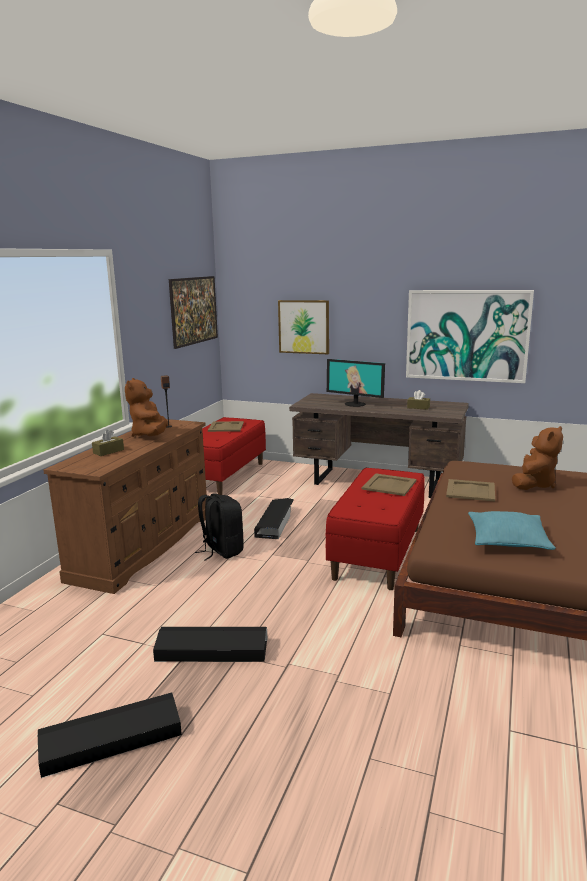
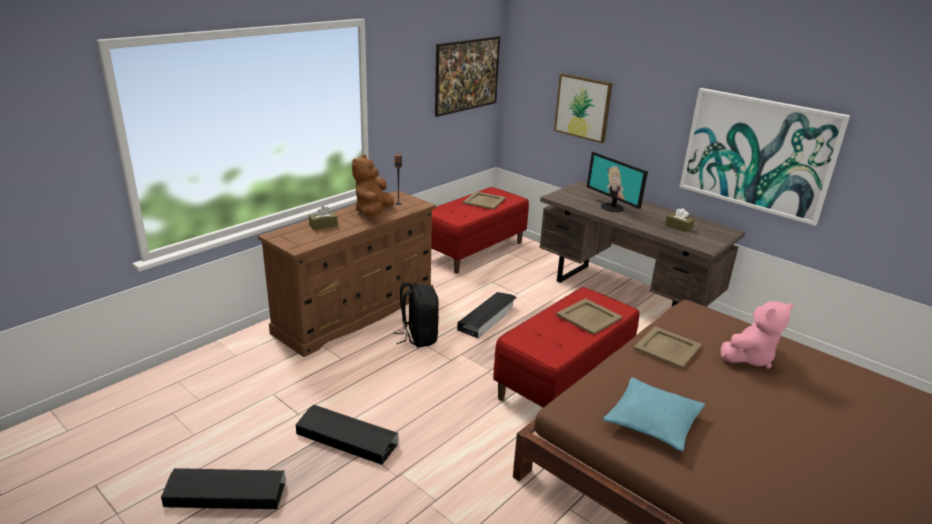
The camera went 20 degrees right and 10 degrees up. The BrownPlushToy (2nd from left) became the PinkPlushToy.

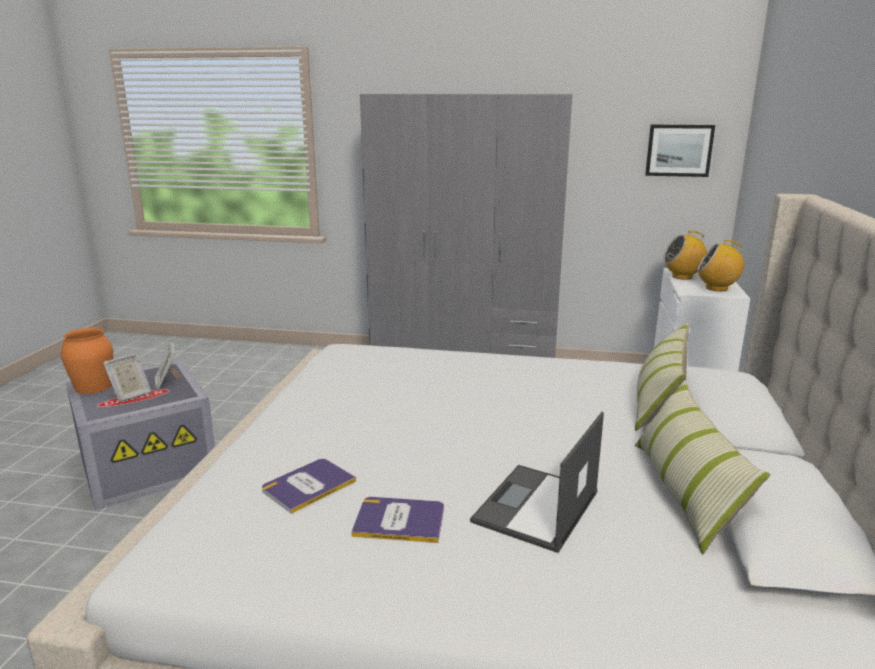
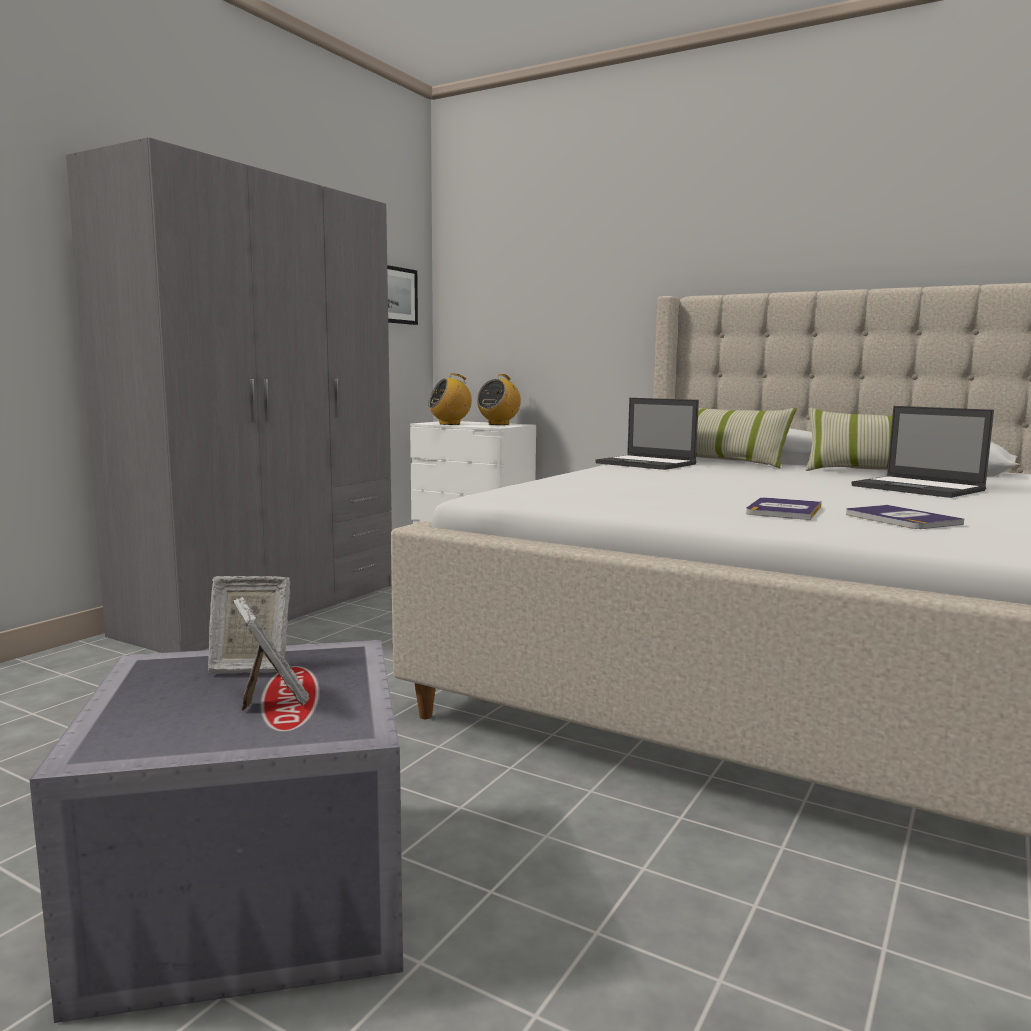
The camera went 70 degrees left and 10 degrees down. The Radio (1st from left) turned 45 degrees clockwise. The OrangeVase disappeared. The Book (2nd from left in the first image) moved. The Laptop (1st from left) appeared.

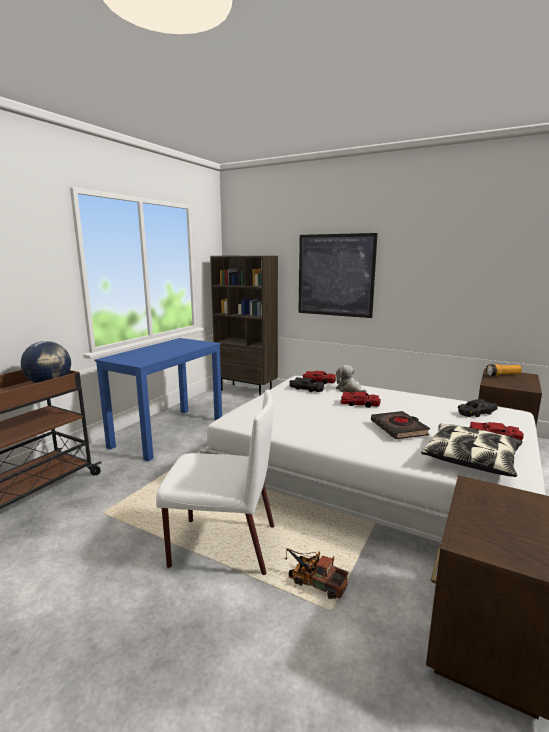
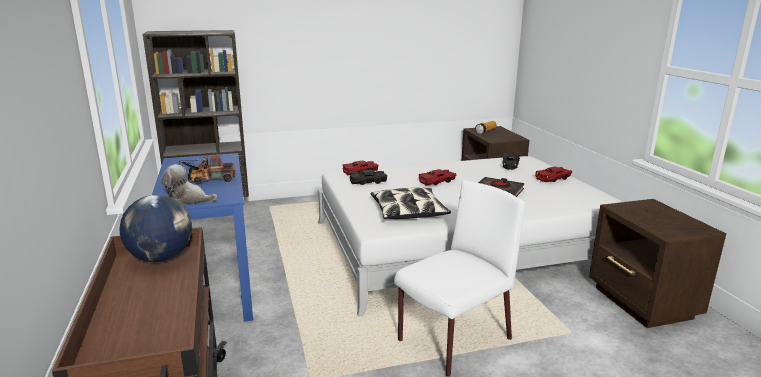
The camera went 45 degrees left and 5 degrees up. The Picture disappeared. The PlushToy moved. The Pillow moved. The ToyTruck moved.

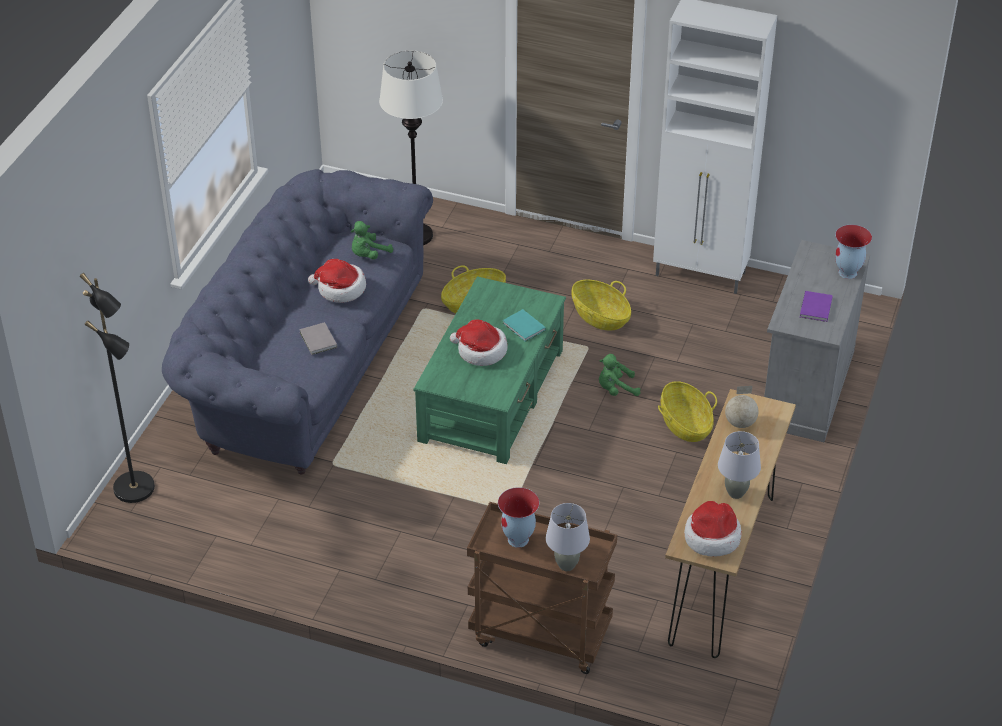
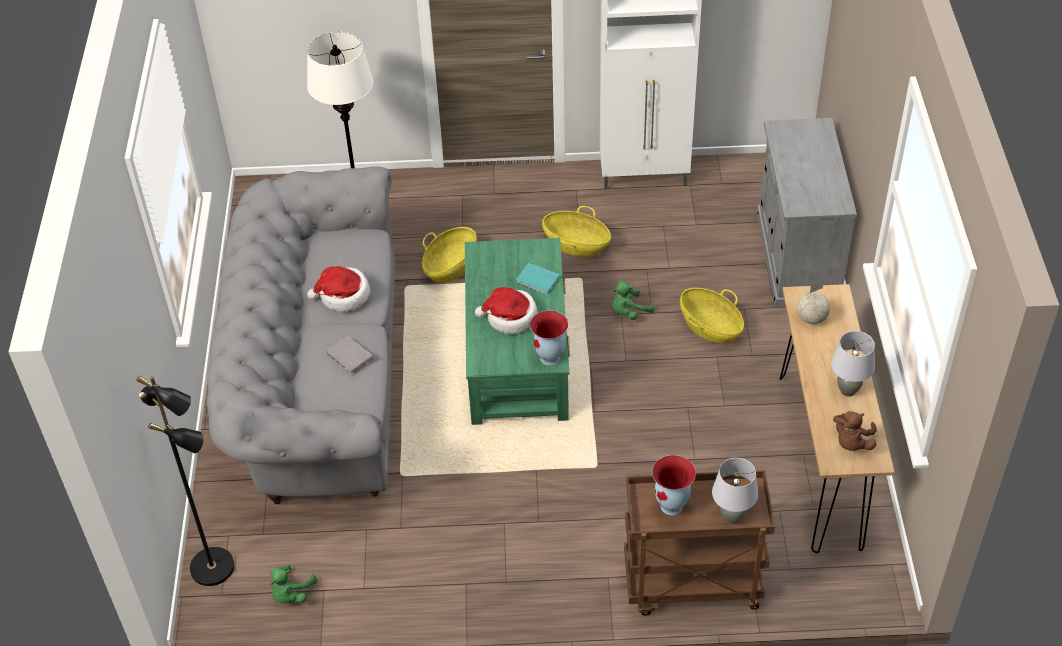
The camera went 20 degrees left and 5 degrees up. The BlueSofa became the GreySofa. The GreenPlushToy (1st from left) moved. The Vase (2nd from left in the first image) moved. The PurpleBook disappeared. The Hat (3rd from left) was replaced by the BrownPlushToy.

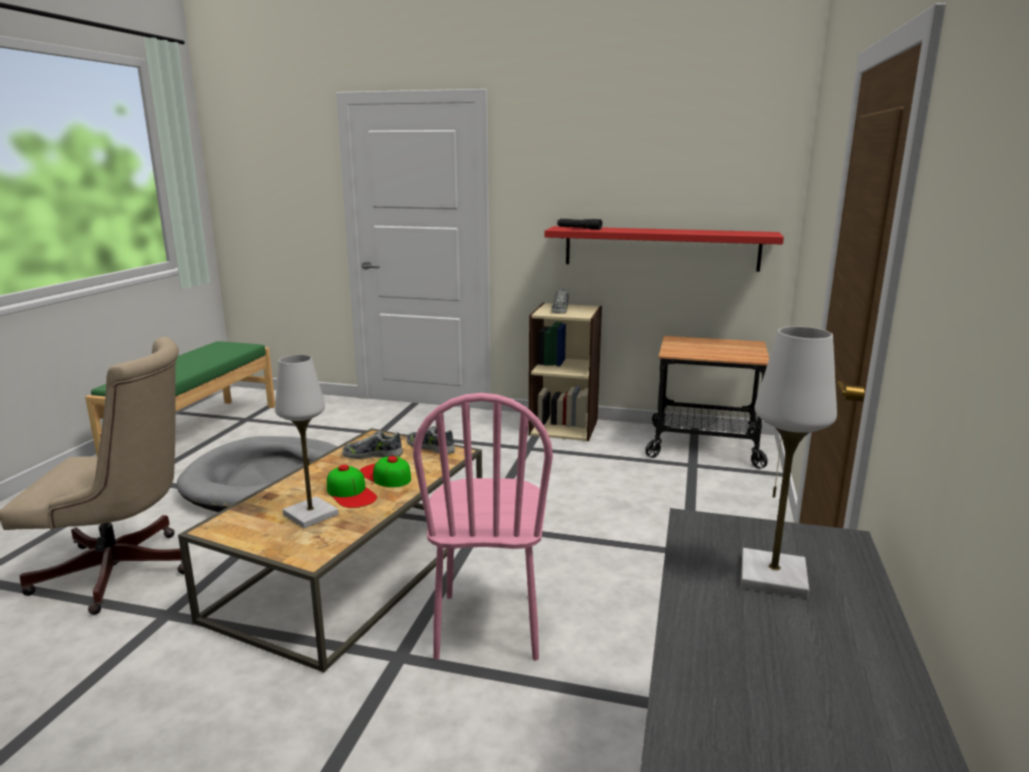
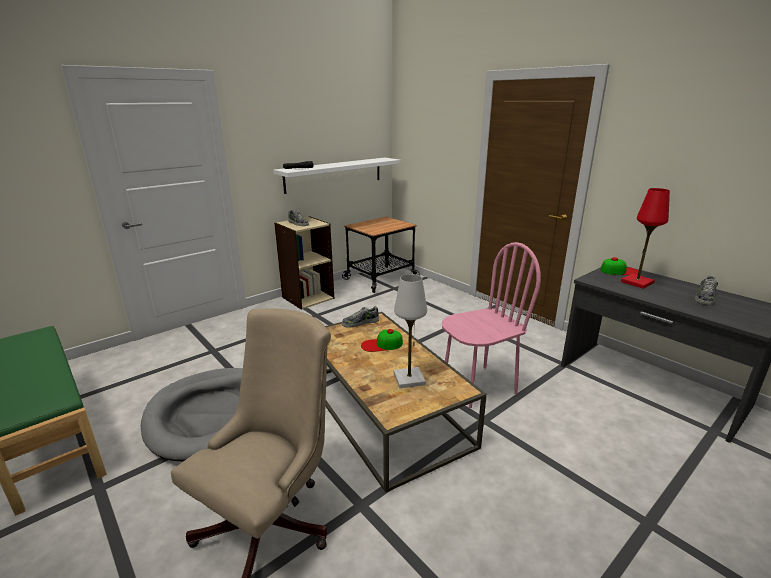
The camera went 55 degrees left and 5 degrees up. The RedShelf became the WhiteShelf. The WhiteTableLamp (2nd from left) became the RedTableLamp. The PinkChair turned 60 degrees counterclockwise. The Shoe (1st from left in the first image) moved. The Cap (1st from left in the first image) moved.

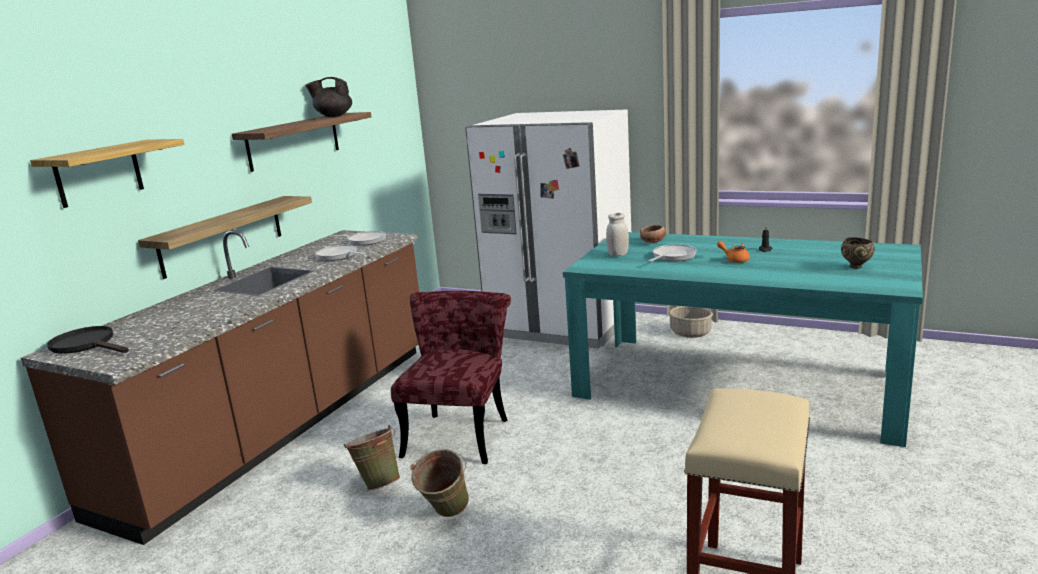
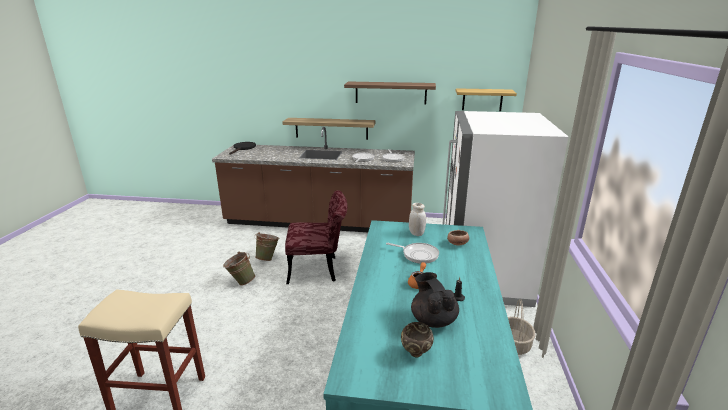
The camera went 70 degrees right and 5 degrees up. The BlackTeapot moved. The Shelf (1st from left in the first image) moved.

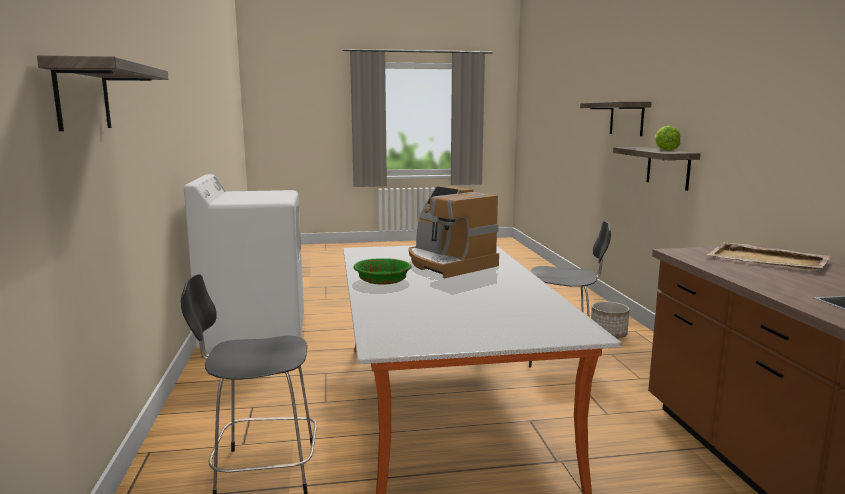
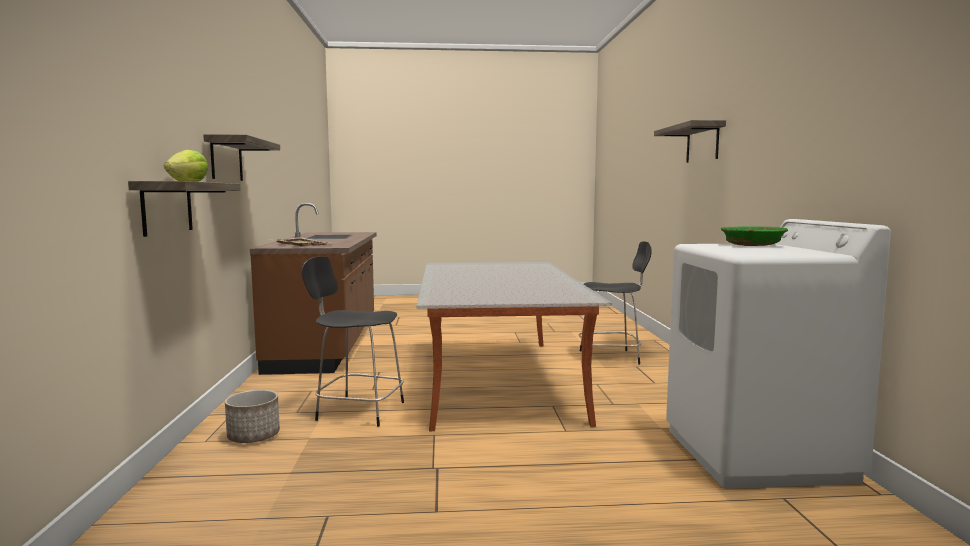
The camera went 175 degrees left and 5 degrees down. The Shelf (2nd from left) moved. The CoffeeMachine disappeared. The GreenBowl moved.

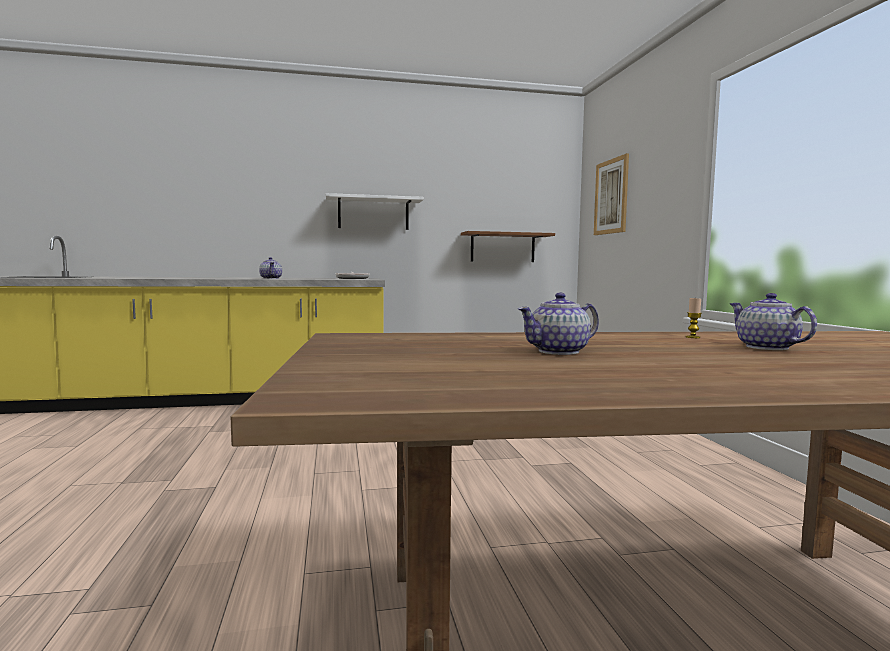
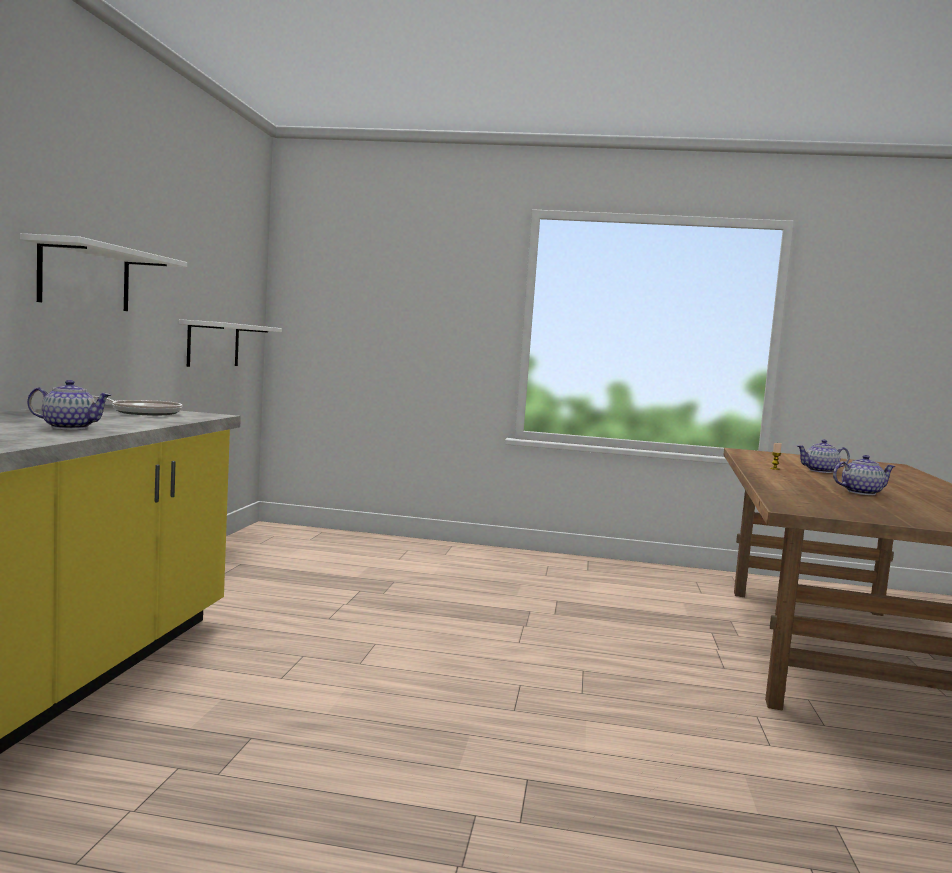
The camera went 70 degrees left and 0 degrees up. The Picture disappeared. The BrownShelf became the WhiteShelf (2nd from left). The Teapot (2nd from left in the first image) turned 90 degrees counterclockwise.

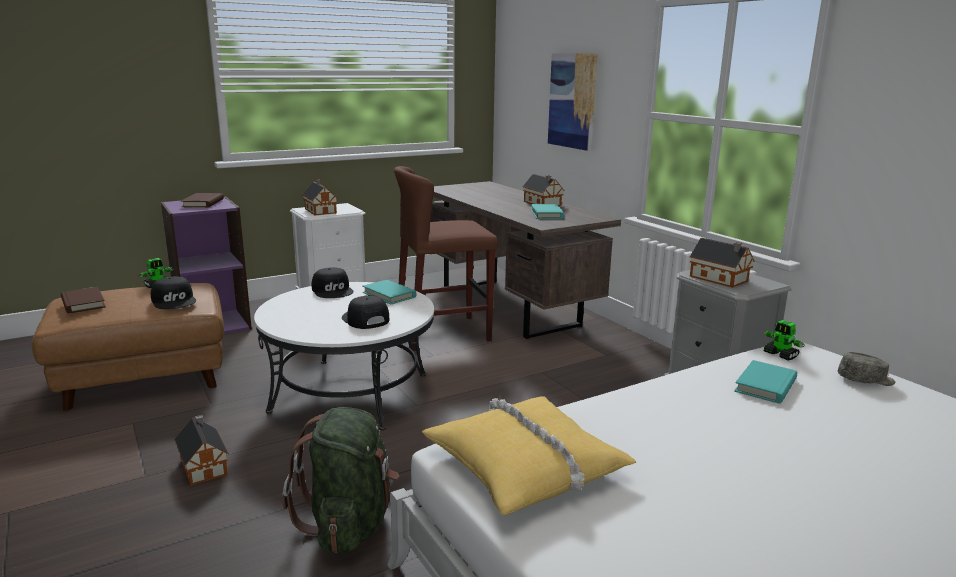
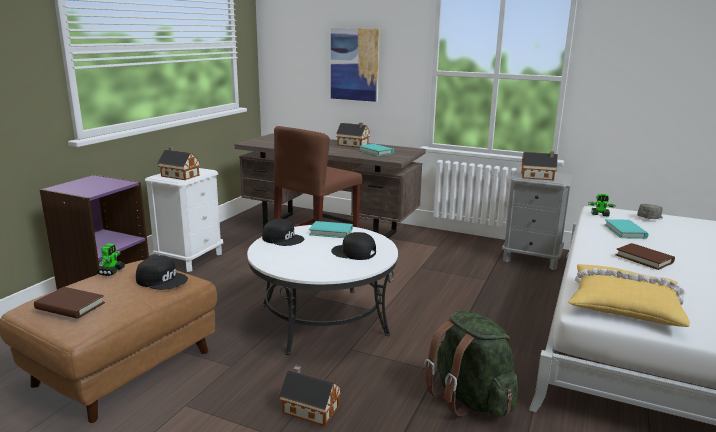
The camera went 35 degrees left and 0 degrees up. The BrownBook (2nd from left) moved.

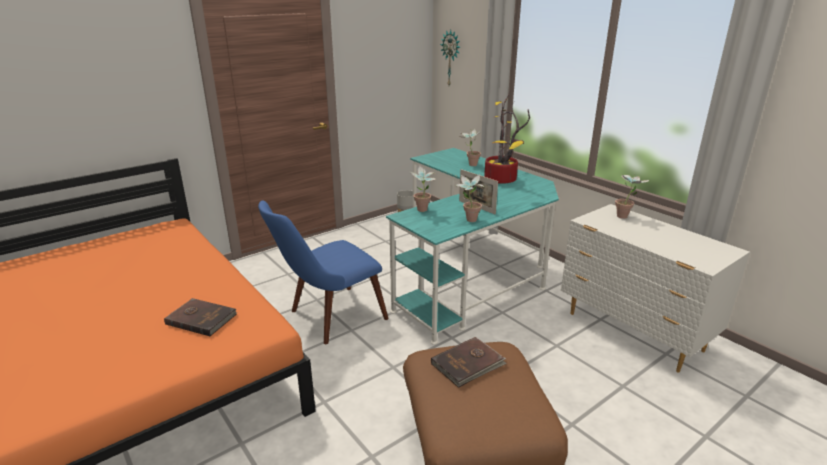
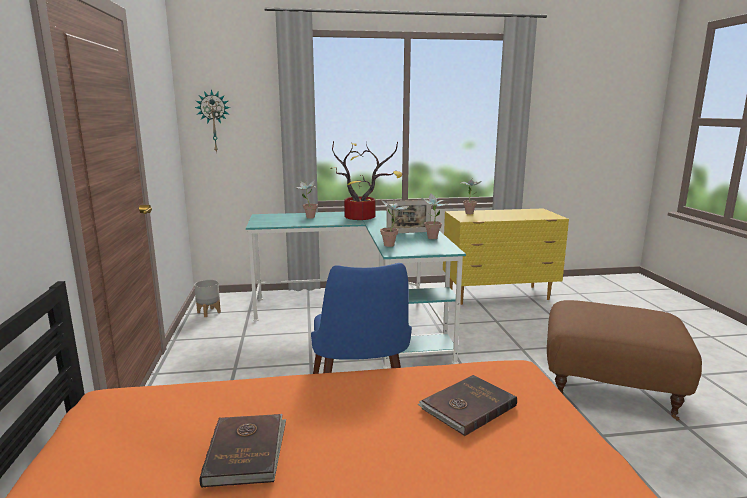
The camera went 60 degrees left and 10 degrees down. The WhiteDresser became the YellowDresser. The BrownBook (2nd from left in the first image) moved.

